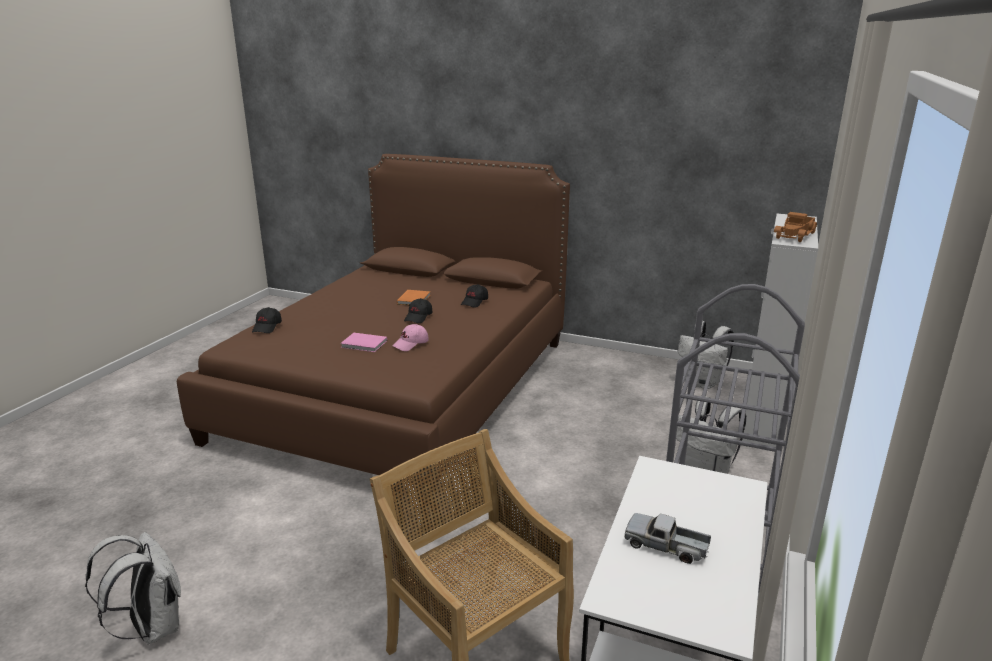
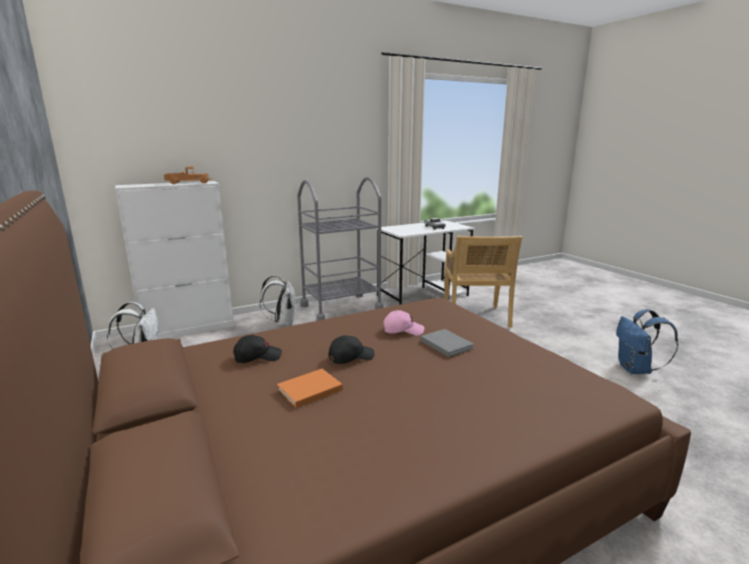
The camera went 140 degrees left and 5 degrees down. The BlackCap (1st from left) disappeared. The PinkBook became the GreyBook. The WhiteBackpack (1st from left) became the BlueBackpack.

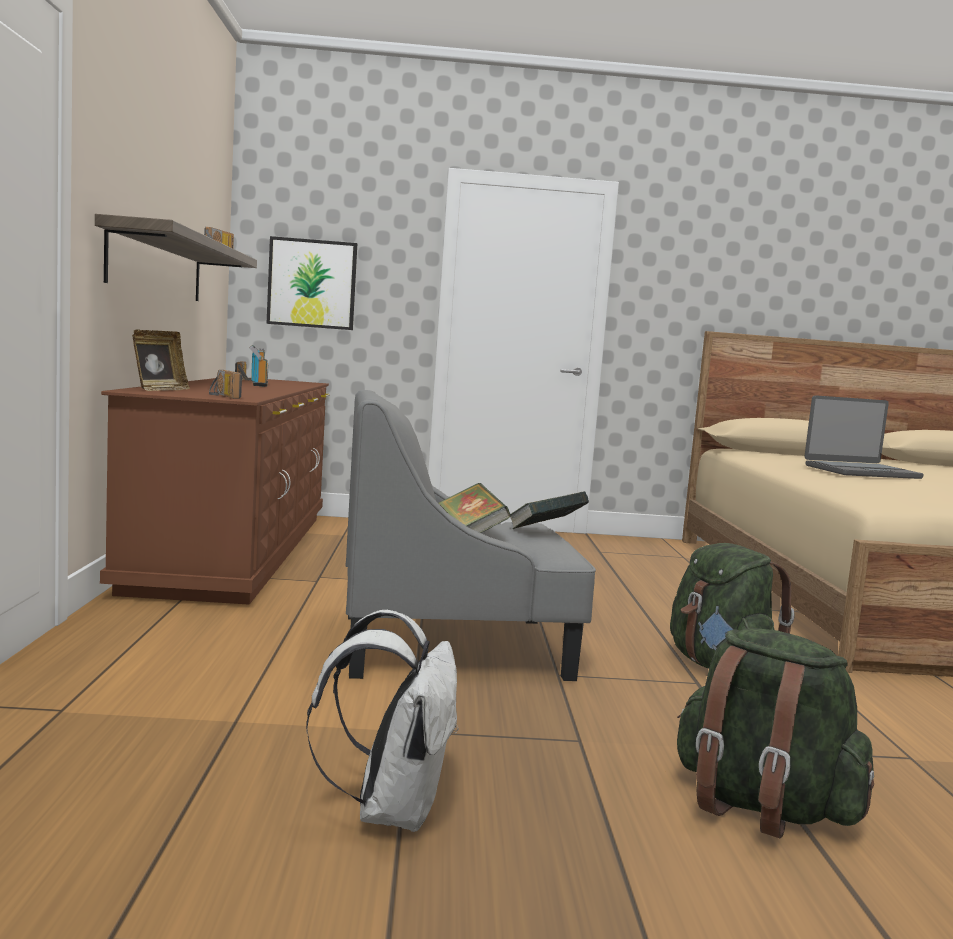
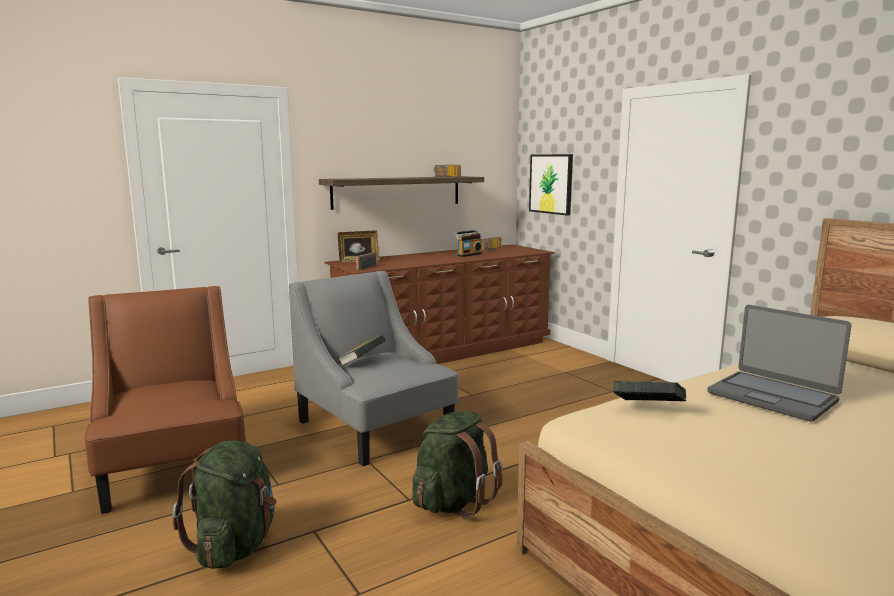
The camera went 60 degrees right and 5 degrees up. The Book (2nd from left) moved. The WhiteBackpack was replaced by the BrownArmchair.

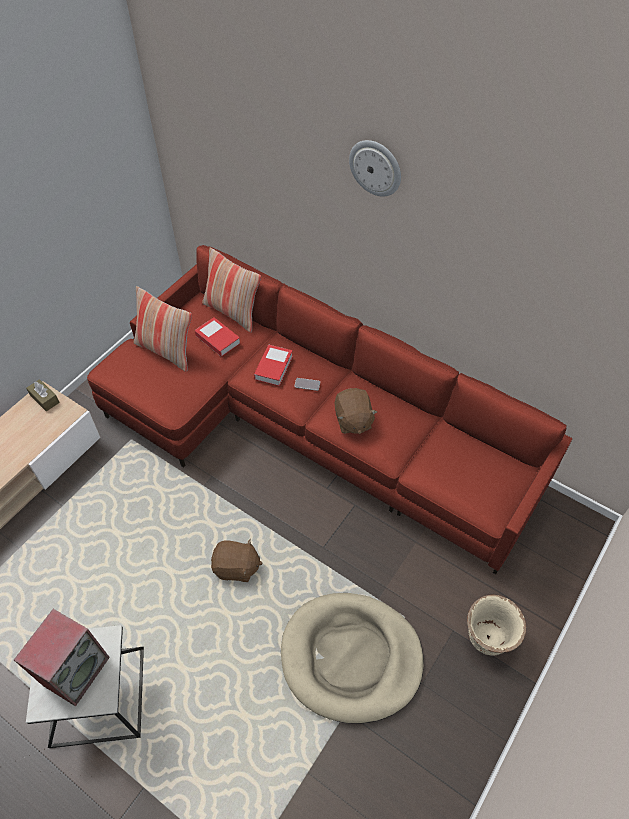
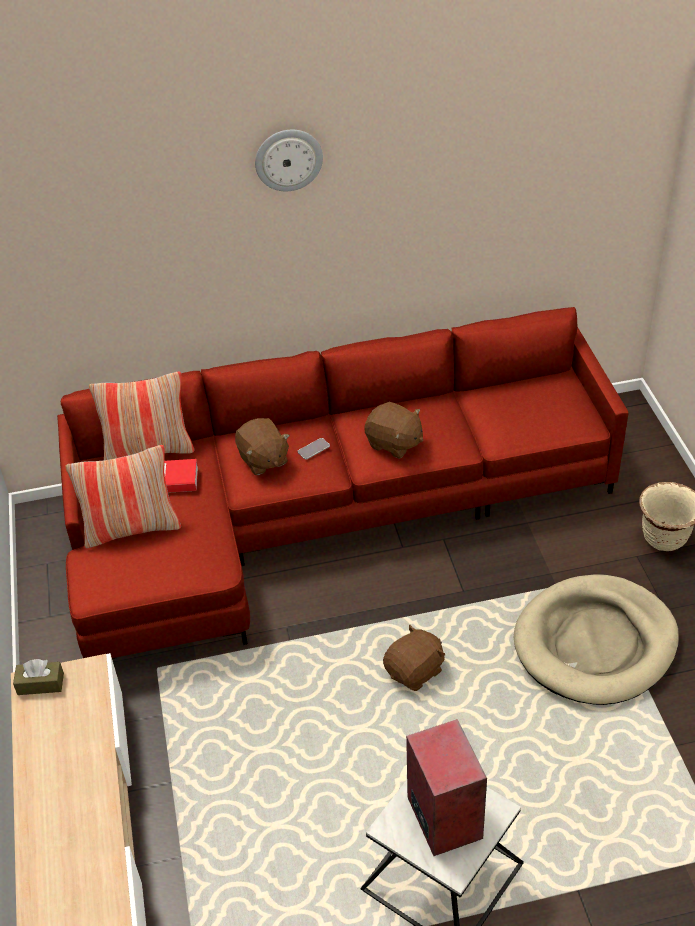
The camera went 45 degrees left and 10 degrees down. The Book (2nd from left) was replaced by the BrownPlushToy (1st from left).

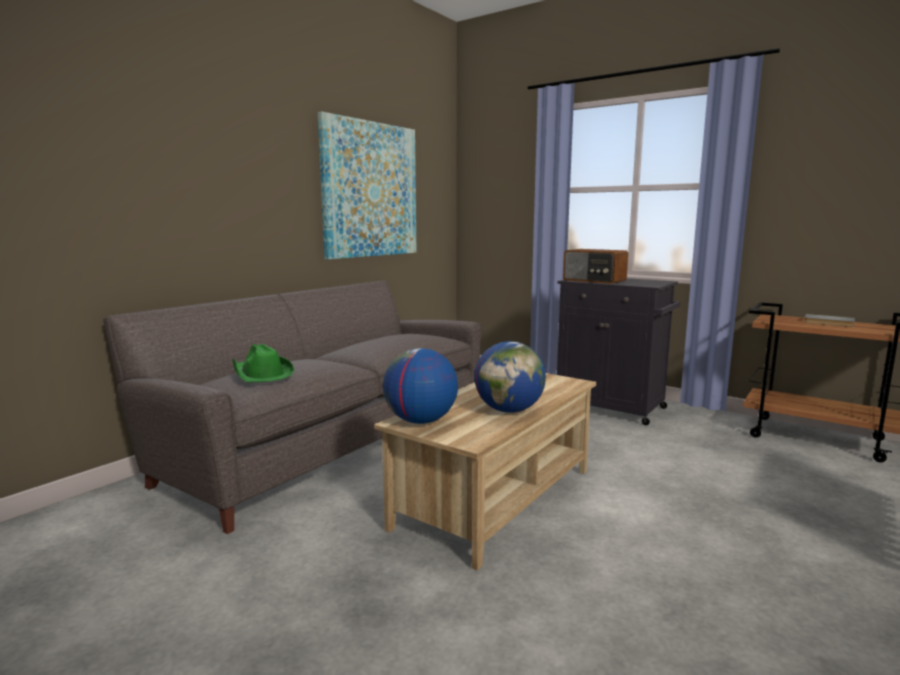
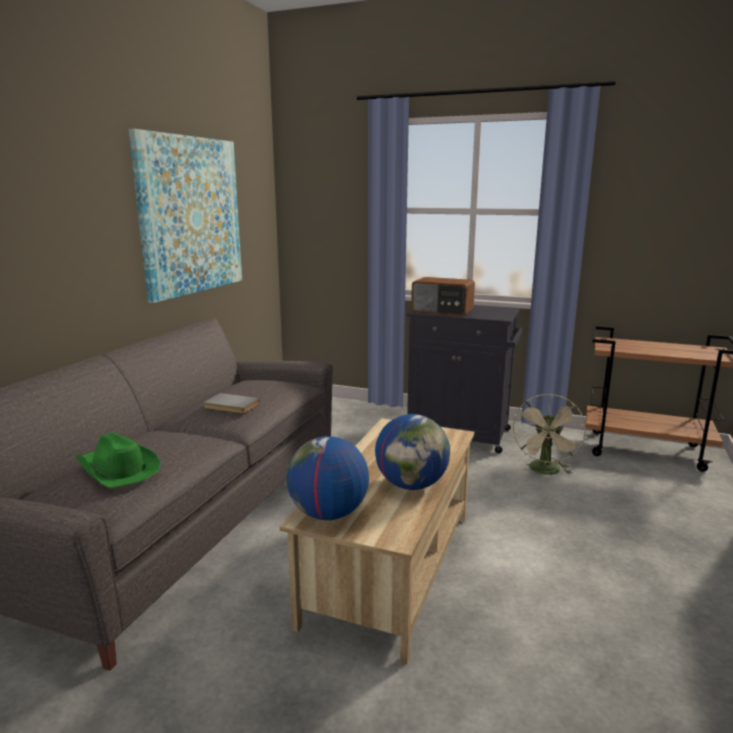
The camera went 15 degrees left and 5 degrees up. The GreyBook moved. The BeigeFan appeared.

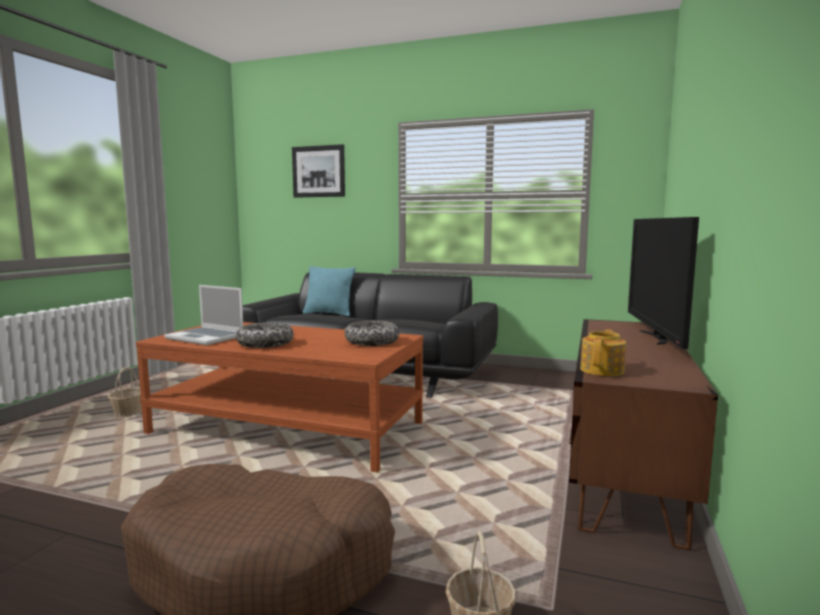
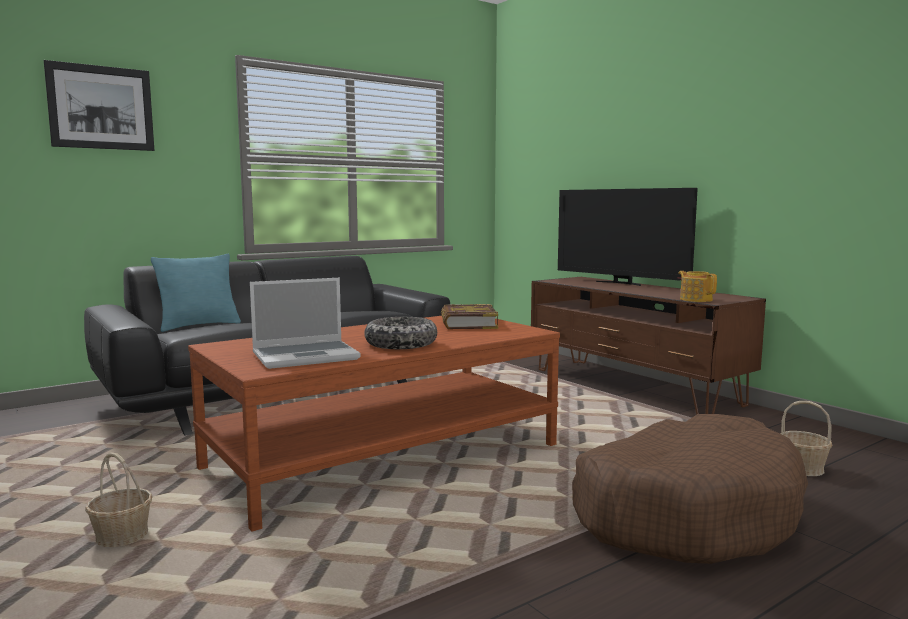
The camera went 55 degrees left and 0 degrees up. The Bowl (2nd from left) was replaced by the Book.

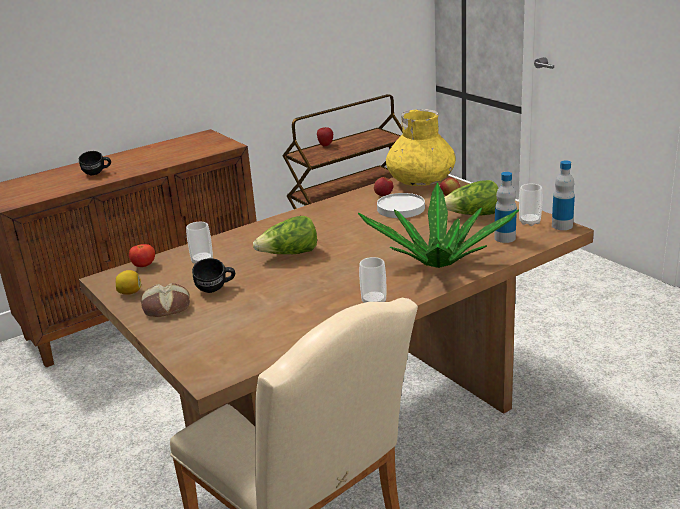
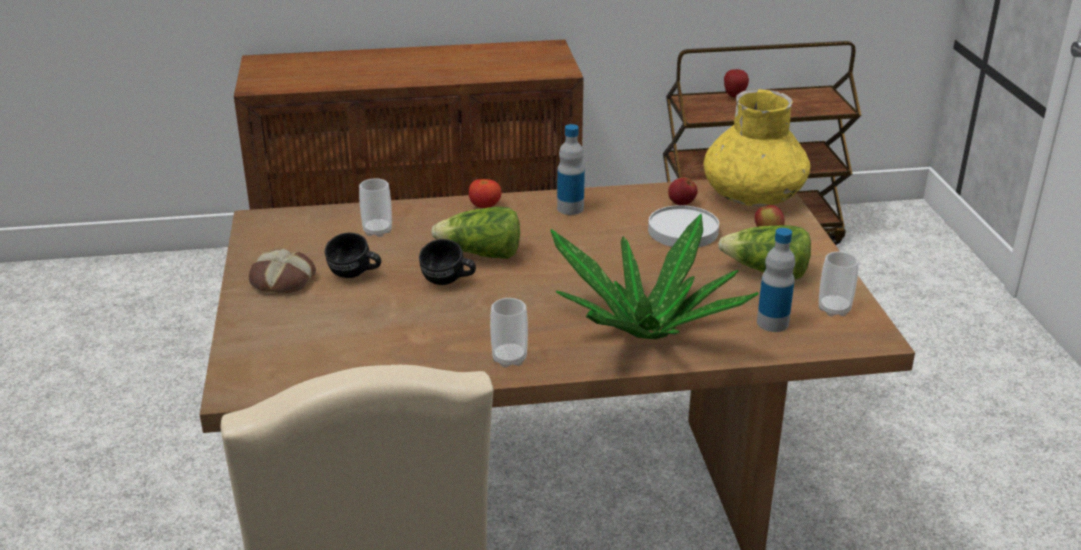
The camera went 25 degrees right and 5 degrees up. The BlackMug (1st from left in the first image) moved. The Bottle (2nd from left in the first image) moved. The Tomato moved. The Lemon disappeared.

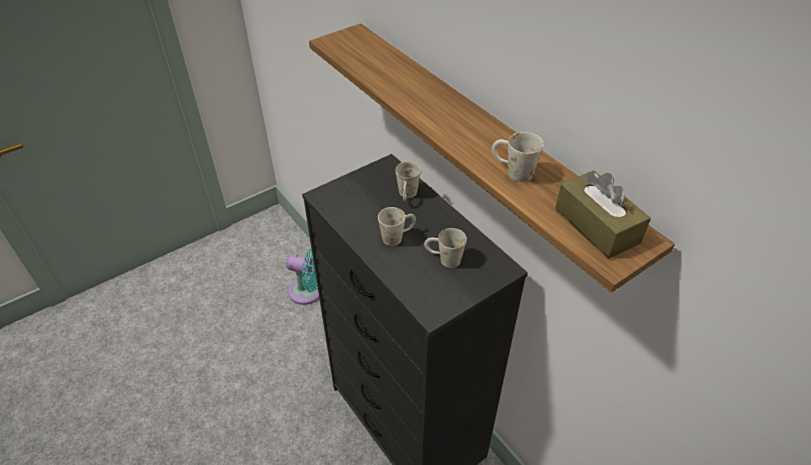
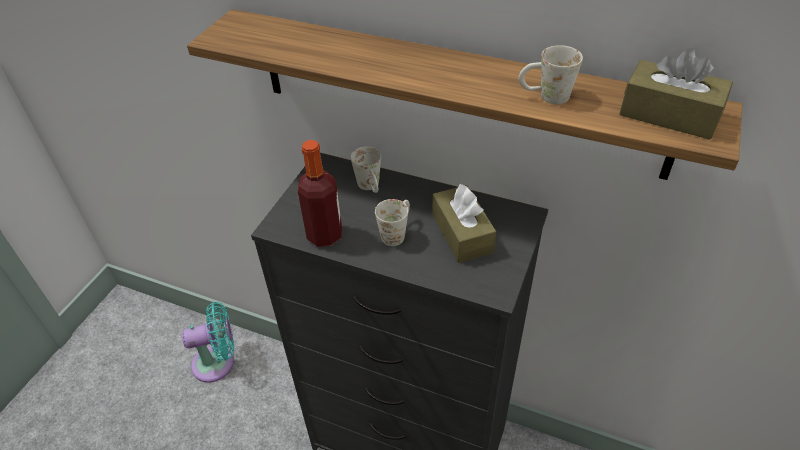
The camera went 30 degrees left and 0 degrees up. The WhiteMug (3rd from left) was replaced by the BrownTissueBox (1st from left). The Bottle appeared.

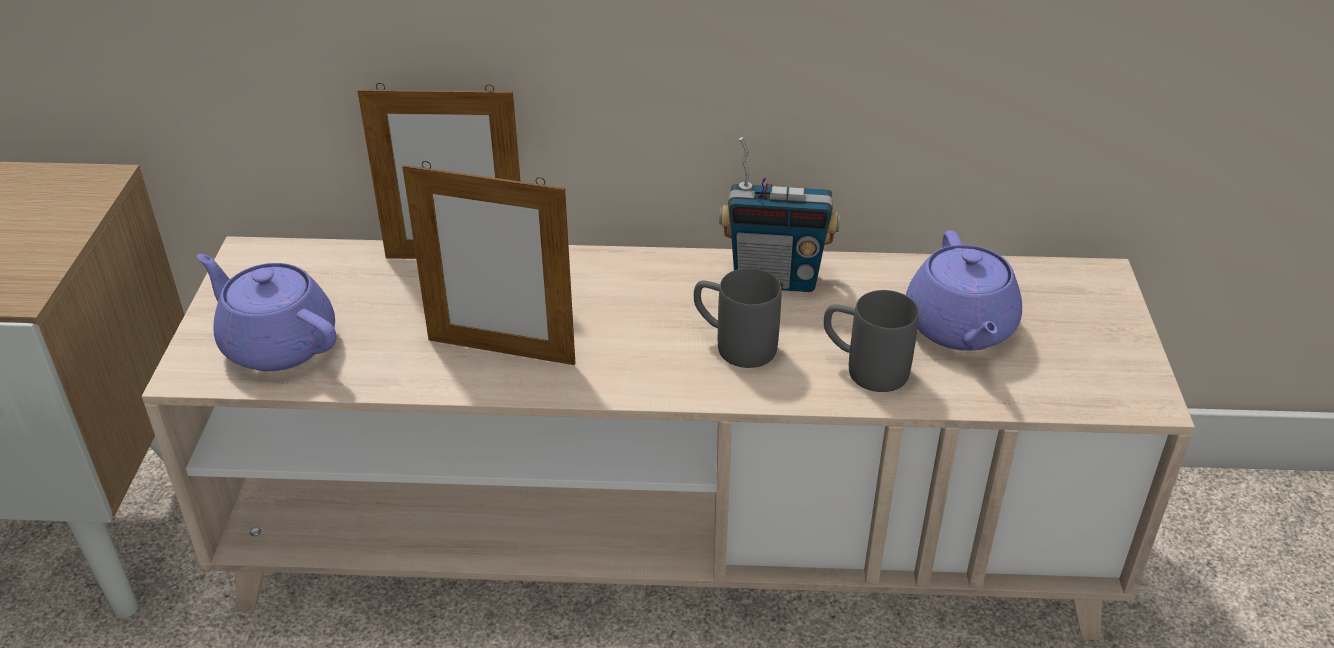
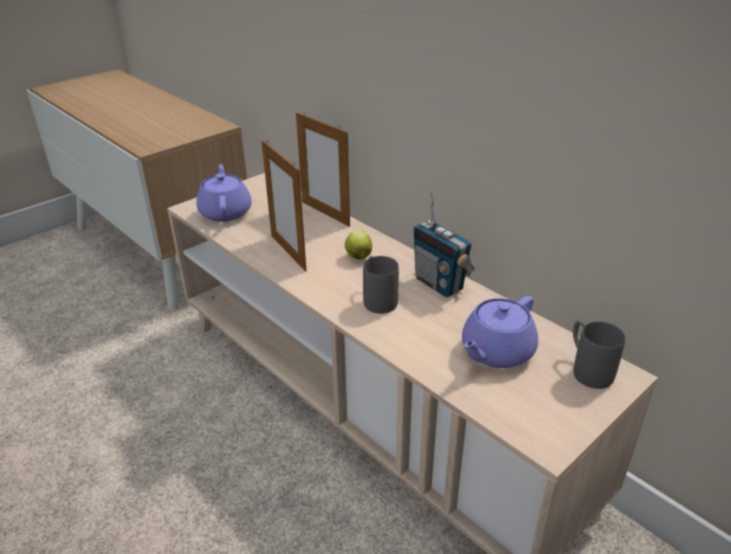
The camera went 45 degrees right and 5 degrees down. The GreyMug (2nd from left) moved. The Apple appeared.

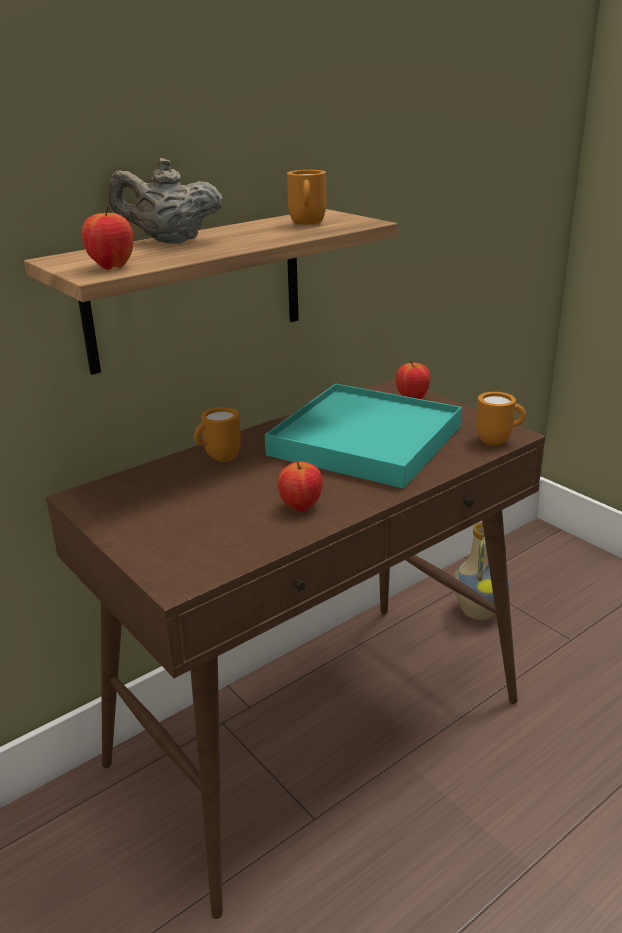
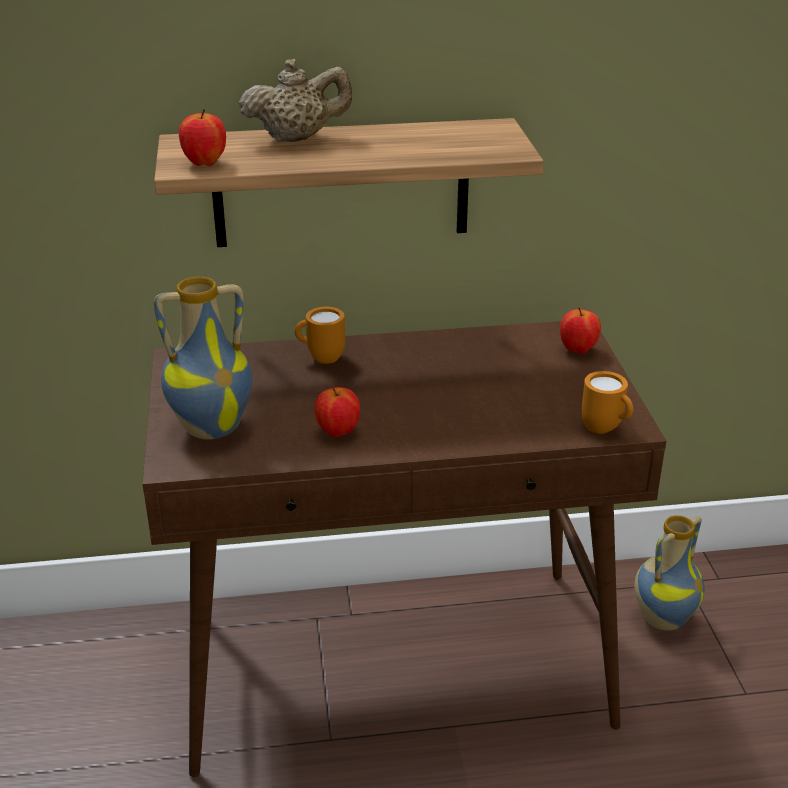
The camera went 30 degrees right and 5 degrees up. The BeigeTeapot turned 135 degrees clockwise. The OrangeMug (2nd from left) disappeared. The TurquoiseTray disappeared. The Vase (1st from left) appeared.

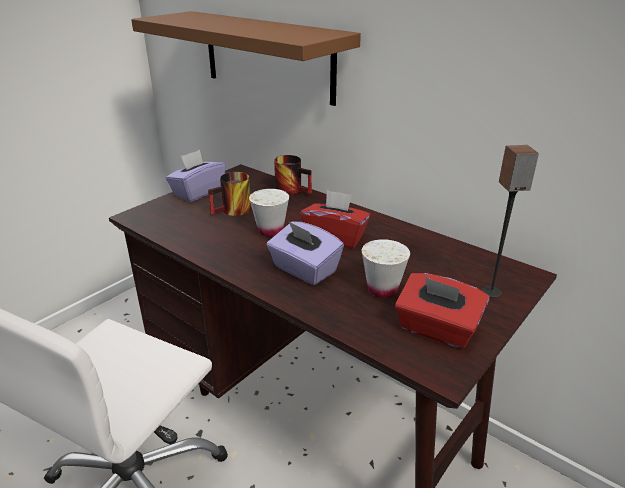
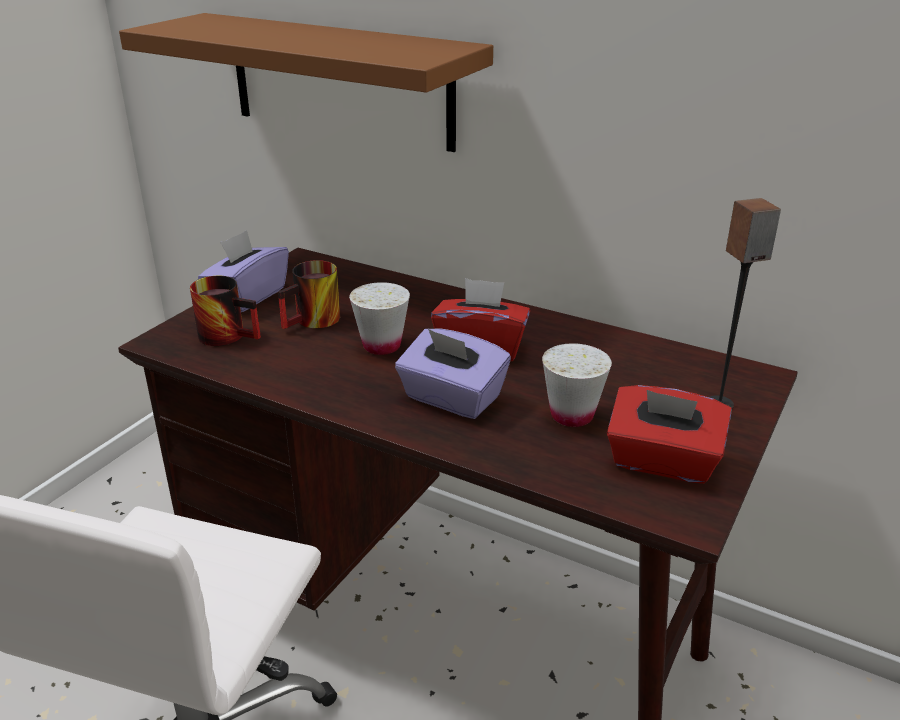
The camera went 10 degrees left and 0 degrees up. The Mug (2nd from left in the first image) moved.

